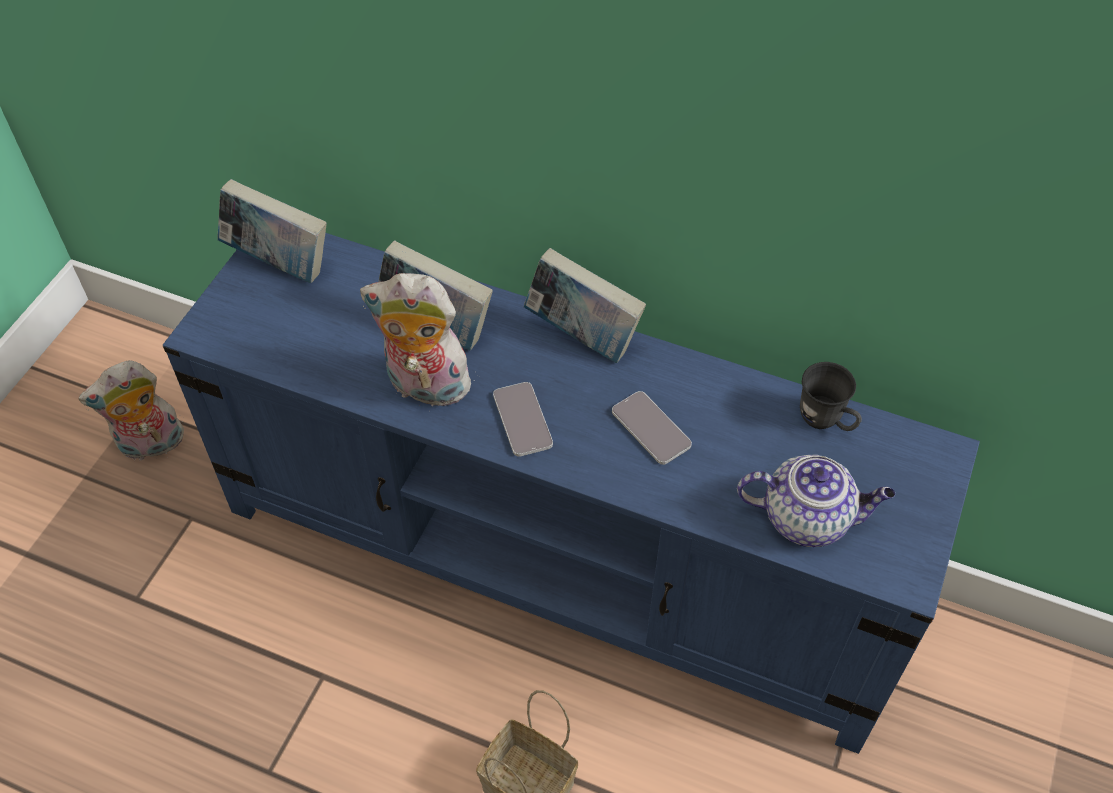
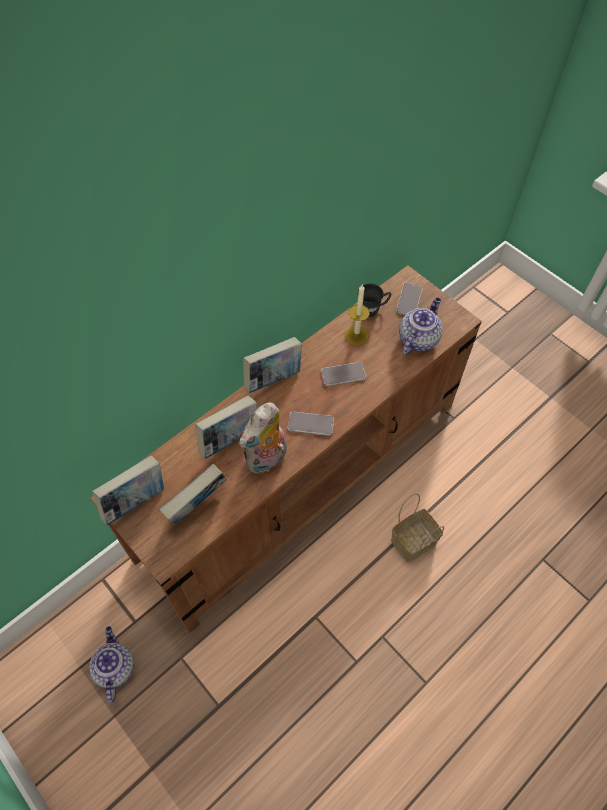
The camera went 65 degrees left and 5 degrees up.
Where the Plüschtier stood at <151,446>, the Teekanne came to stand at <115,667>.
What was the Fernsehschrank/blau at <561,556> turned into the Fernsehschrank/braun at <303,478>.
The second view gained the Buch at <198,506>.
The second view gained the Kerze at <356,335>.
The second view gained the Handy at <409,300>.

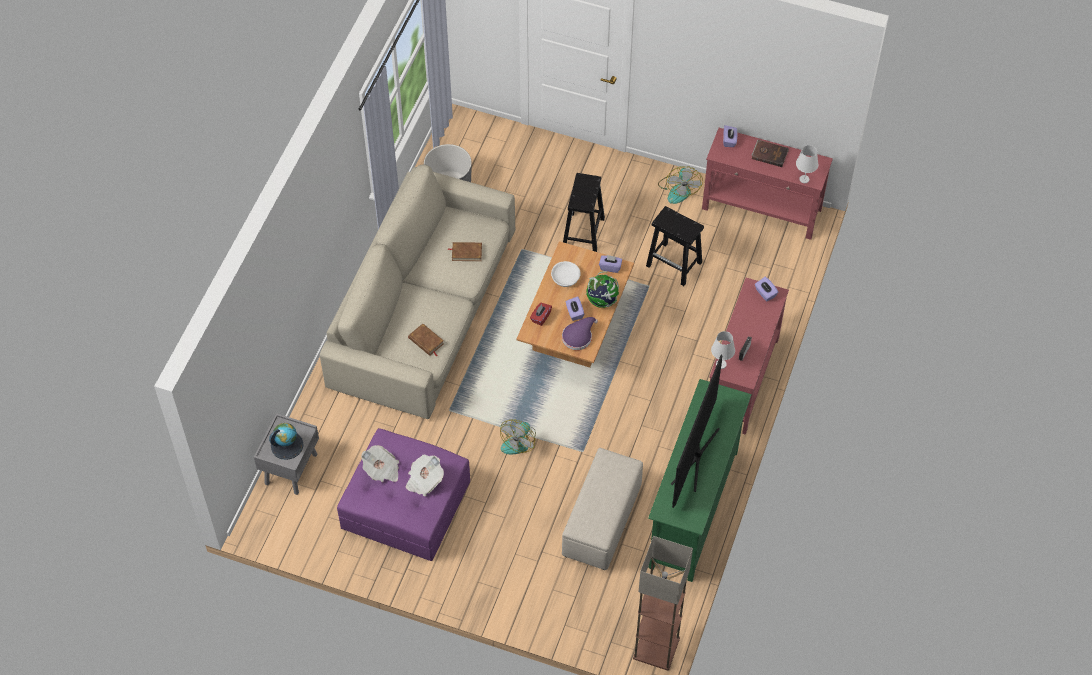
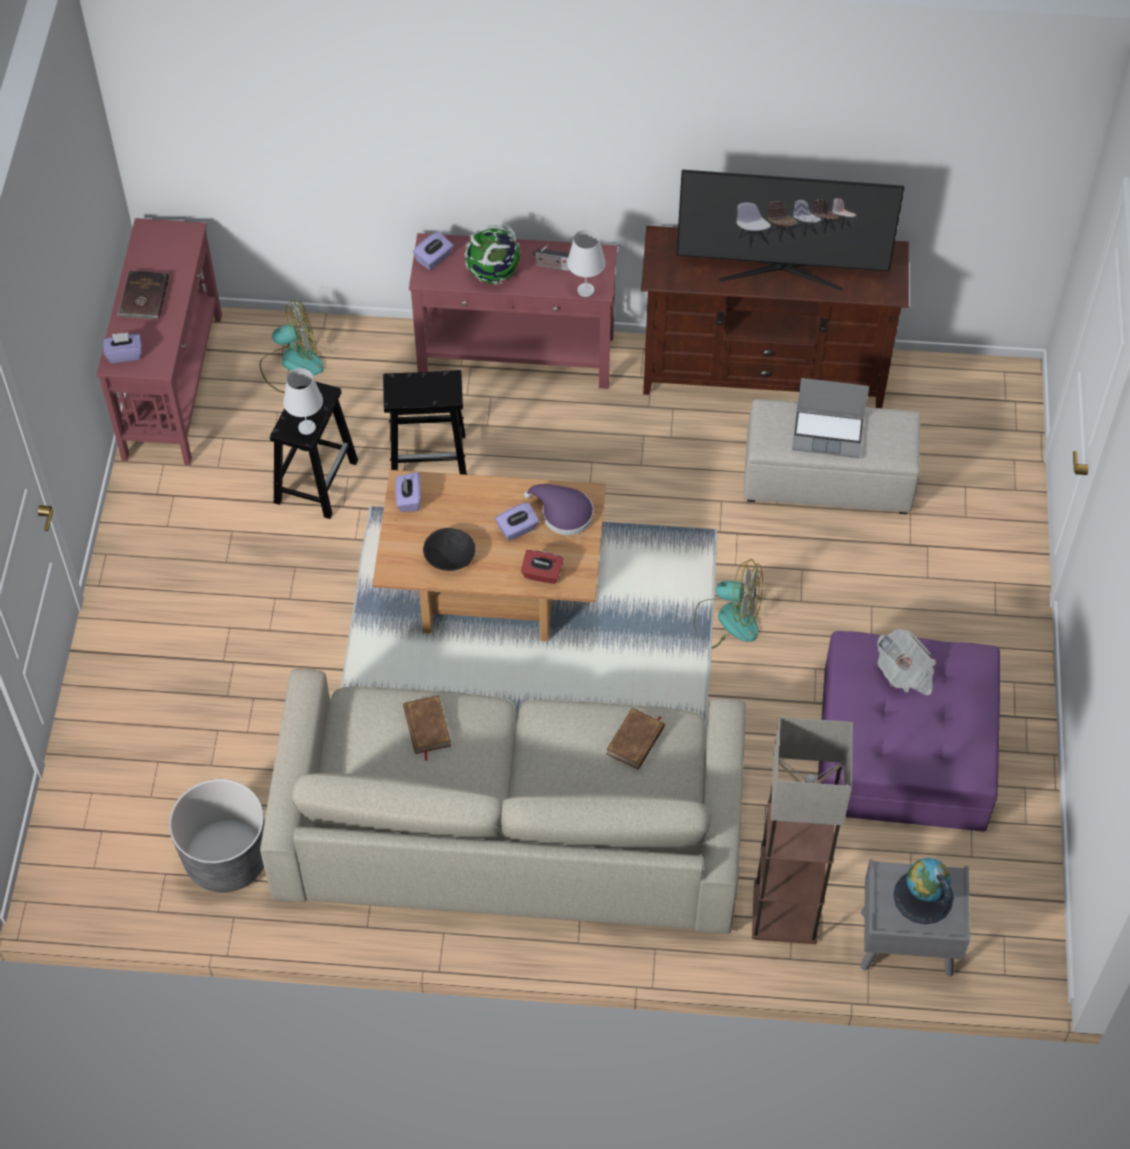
The camera went 105 degrees left and 0 degrees up.
The Ventilator ended up elsewhere, having gone from <678,189> to <291,364>.
The Tischlampe/weiß ended up elsewhere, having gone from <804,179> to <306,427>.
The Hocker/schwarz ended up elsewhere, having gone from <583,233> to <430,458>.
What was the Schüssel/weiß at <565,278> turned into the Schüssel/schwarz at <449,557>.
The Globus ended up elsewhere, having gone from <602,301> to <493,274>.
What was the Fernsehschrank/grün at <694,509> turned into the Fernsehschrank/braun at <764,374>.
The Stehlampe ended up elsewhere, having gone from <655,647> to <784,913>.
The second view gained the Laptop at <828,434>.
The second view lost the Zeitung at <382,470>.

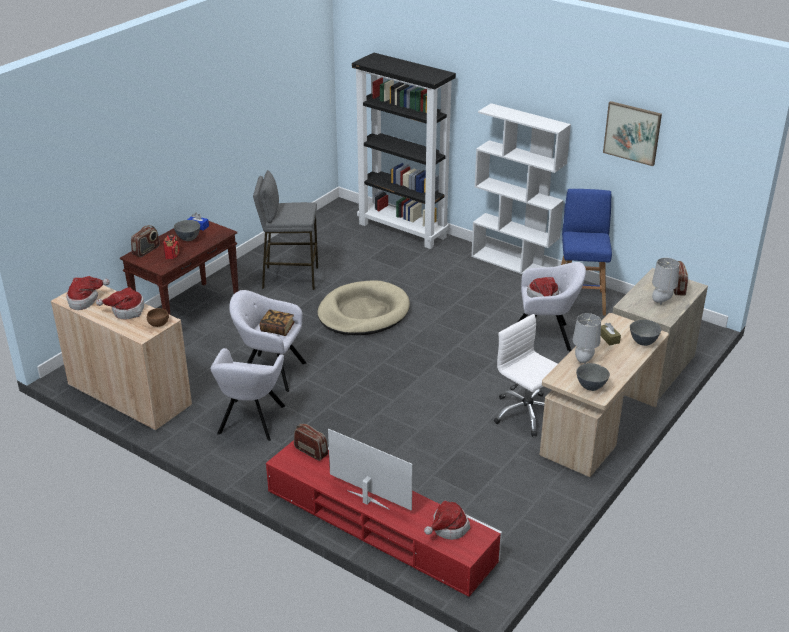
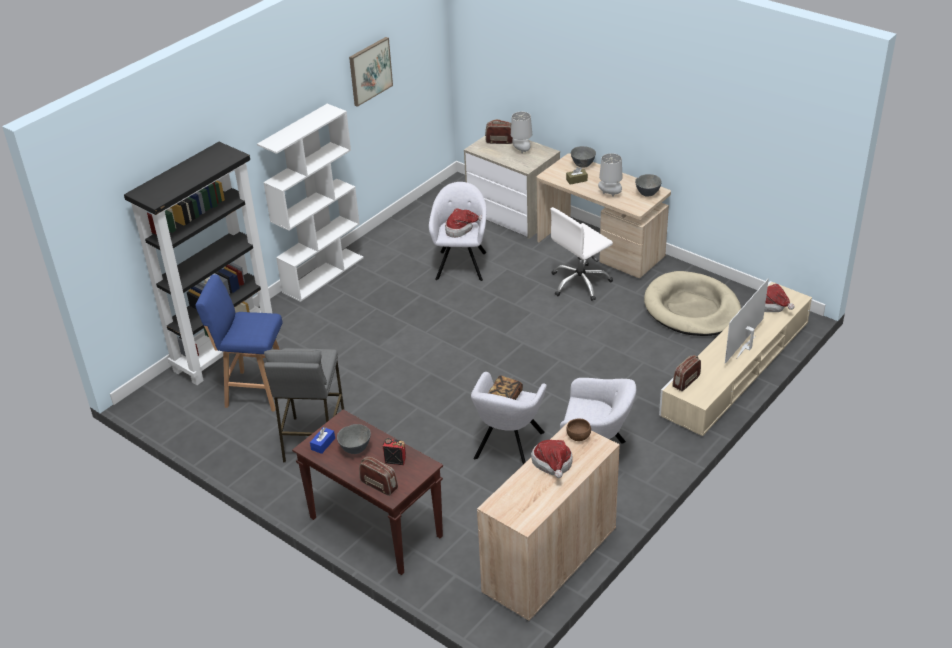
The camera went 85 degrees left and 5 degrees up.
The Hocker/blau ended up elsewhere, having gone from <579,300> to <254,390>.
The Hundebett/beige ended up elsewhere, having gone from <363,313> to <692,308>.
What was the Fernsehschrank/rot at <379,526> turned into the Fernsehschrank/beige at <736,369>.
The second view lost the Hut at <85,300>.

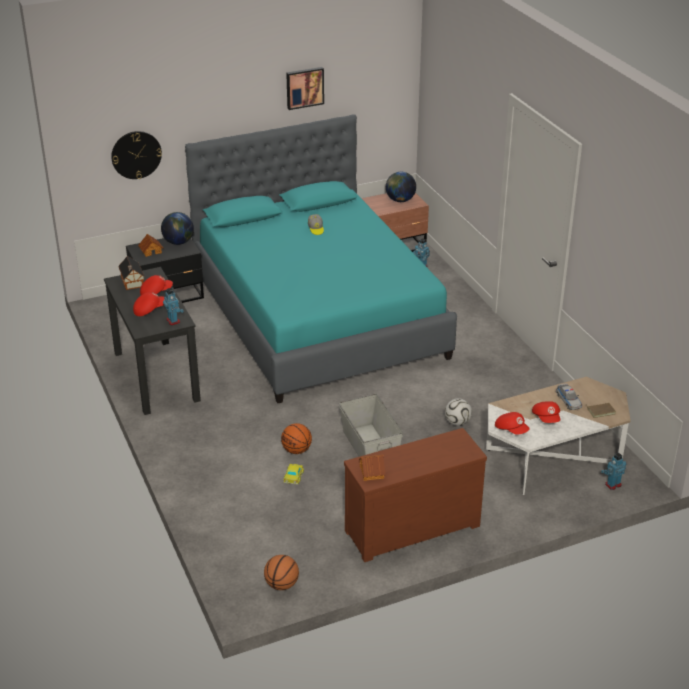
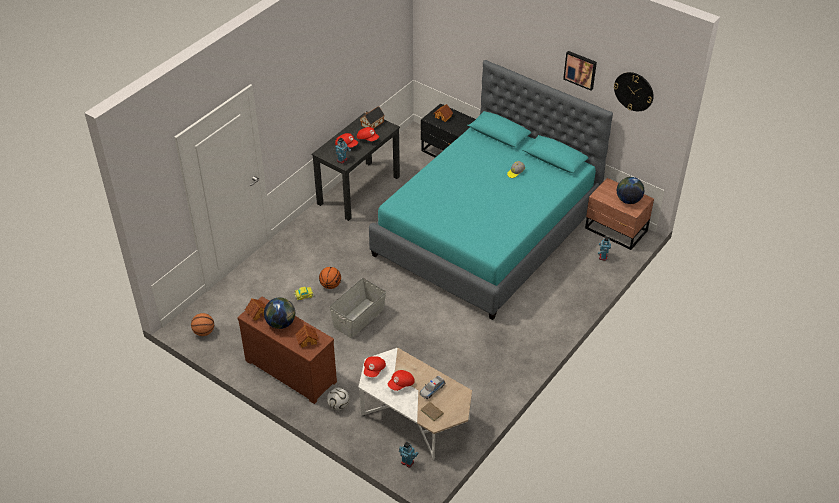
The camera went 60 degrees right and 10 degrees up.
The Globus ended up elsewhere, having gone from <178,242> to <281,323>.
The second view gained the Spielzeughaus at <307,340>.
The Fußball ended up elsewhere, having gone from <457,422> to <338,405>.
The Wanduhr ended up elsewhere, having gone from <136,154> to <634,91>.

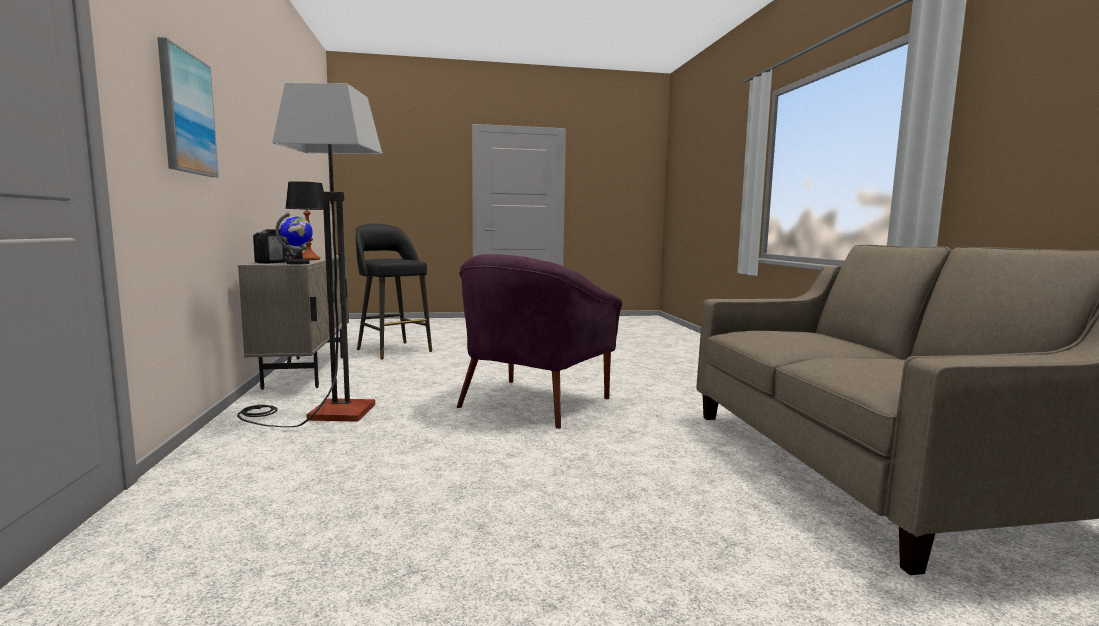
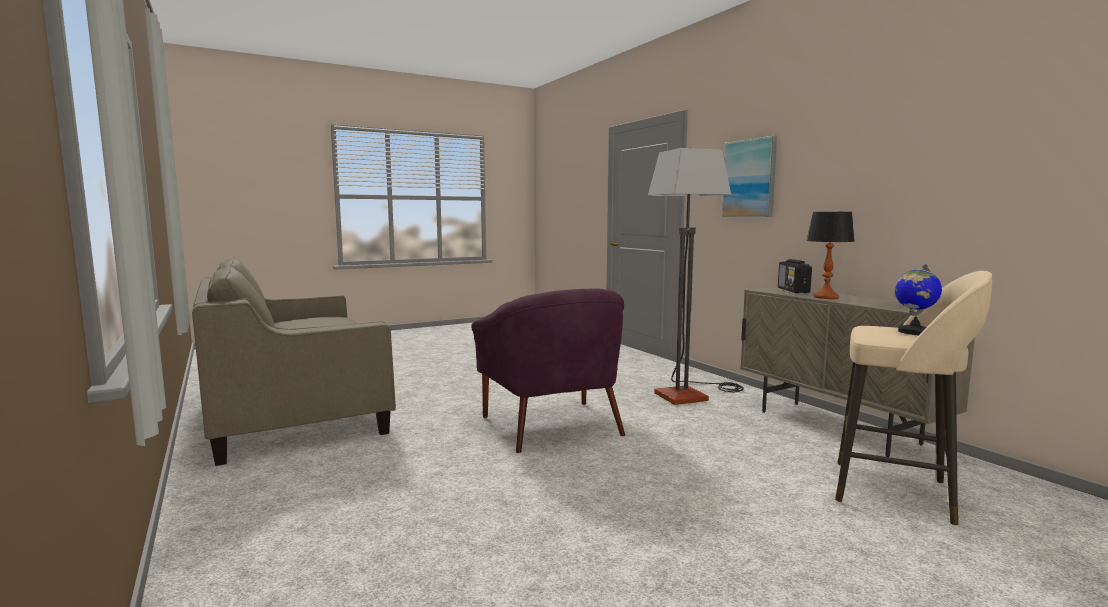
The camera went 160 degrees right and 0 degrees up.
The Sessel/lila at <532,402> ended up facing another way, 150 degrees clockwise from before.
What was the Hocker/schwarz at <393,350> turned into the Hocker/beige at <896,492>.
The Globus ended up elsewhere, having gone from <298,263> to <913,332>.

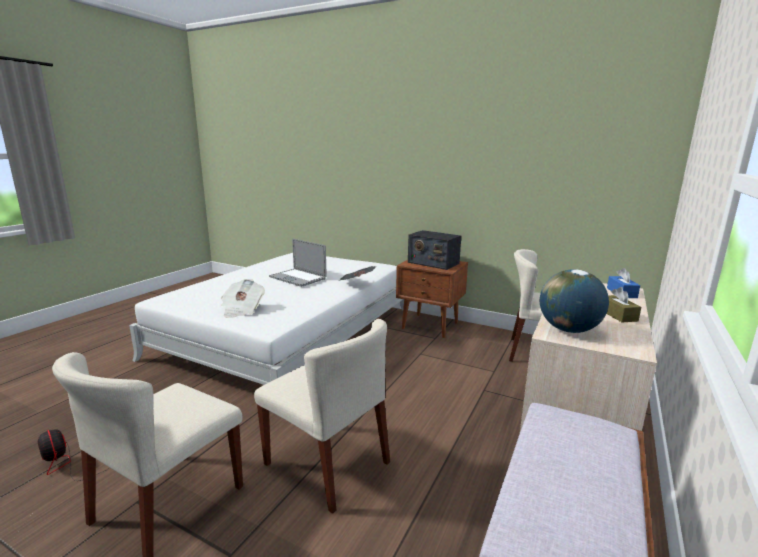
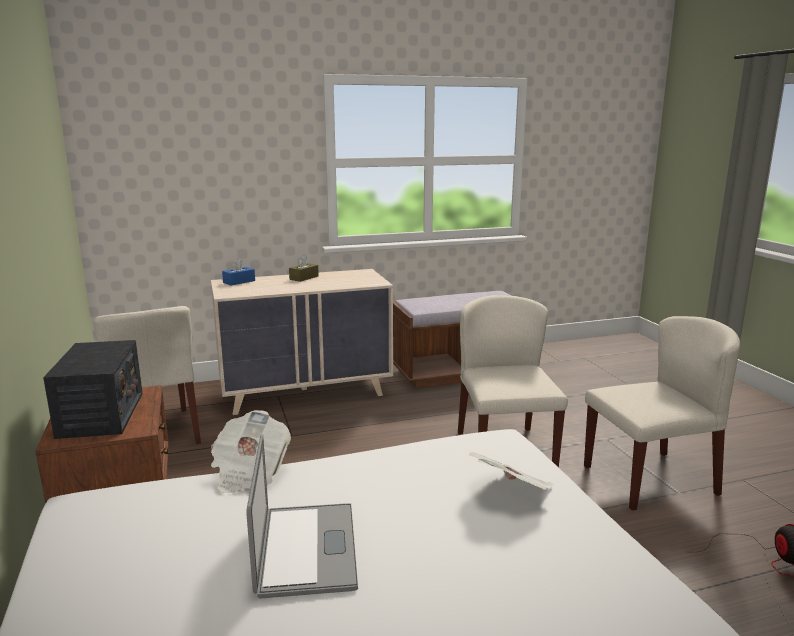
The camera went 135 degrees left and 0 degrees up.
The second view lost the Globus at <569,330>.

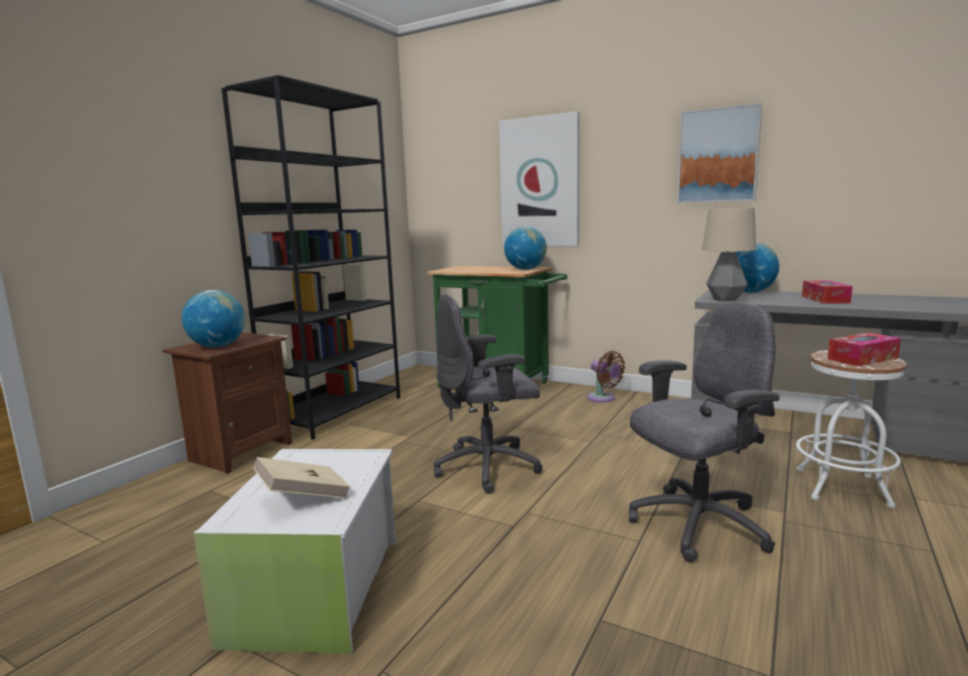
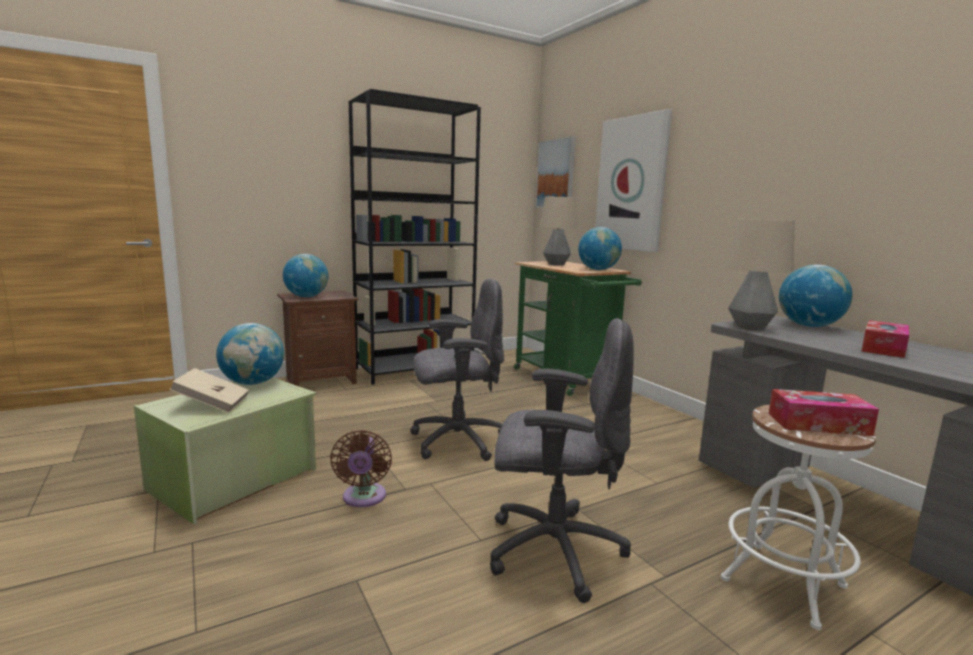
The camera went 30 degrees right and 0 degrees up.
What was the Aufbewahrungsbox/weiß at <320,588> turned into the Aufbewahrungsbox/grün at <236,479>.
The second view gained the Globus at <253,383>.
The Ventilator/braun ended up elsewhere, having gone from <603,398> to <363,498>.
The Bürostuhl/grau at <489,467> ended up facing another way, 150 degrees clockwise from before.
The Bild ended up elsewhere, having gone from <718,156> to <556,174>.
The second view gained the Tischlampe at <556,264>.

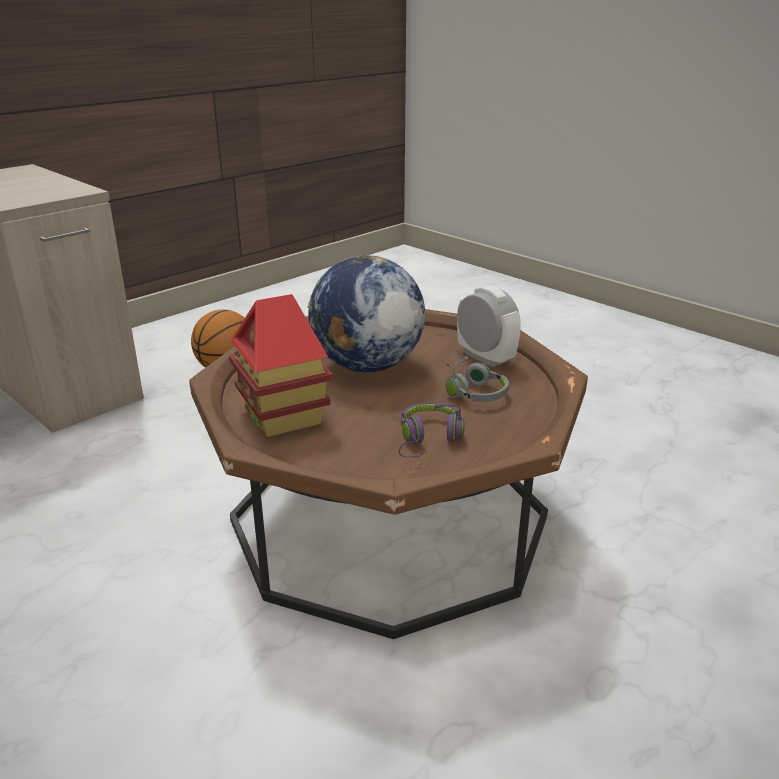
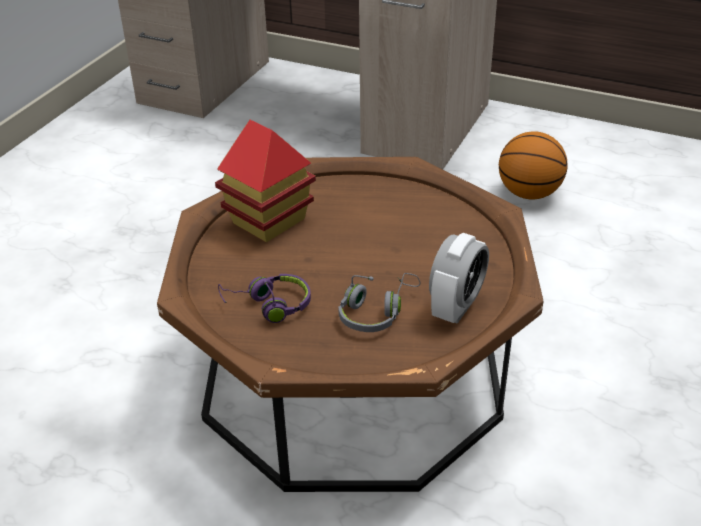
The camera went 70 degrees right and 10 degrees up.
The second view lost the Globus at <366,366>.

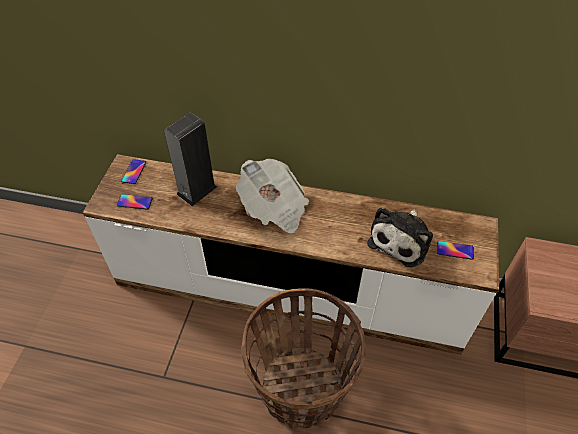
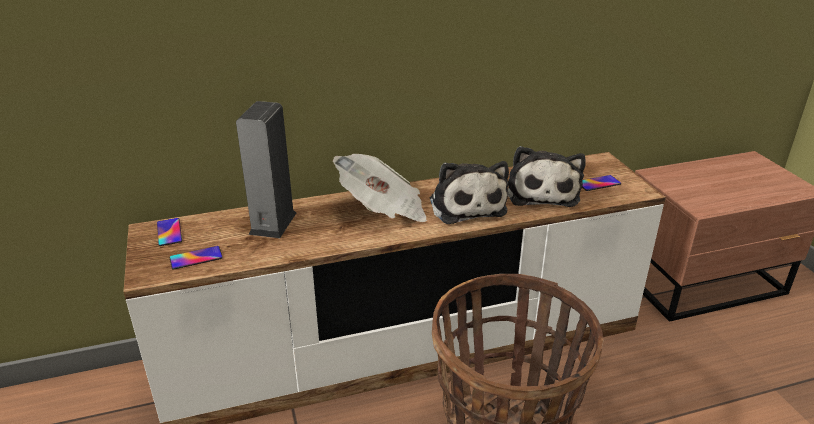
The camera went 30 degrees left and 20 degrees down.
The second view gained the Plüschtier at <466,205>.

